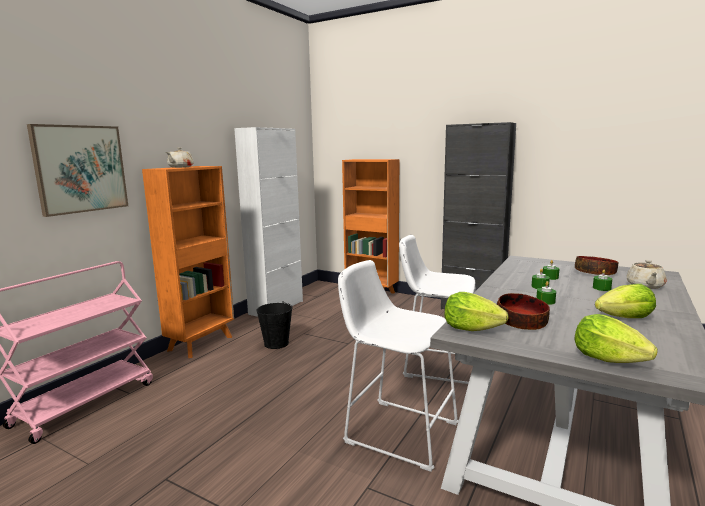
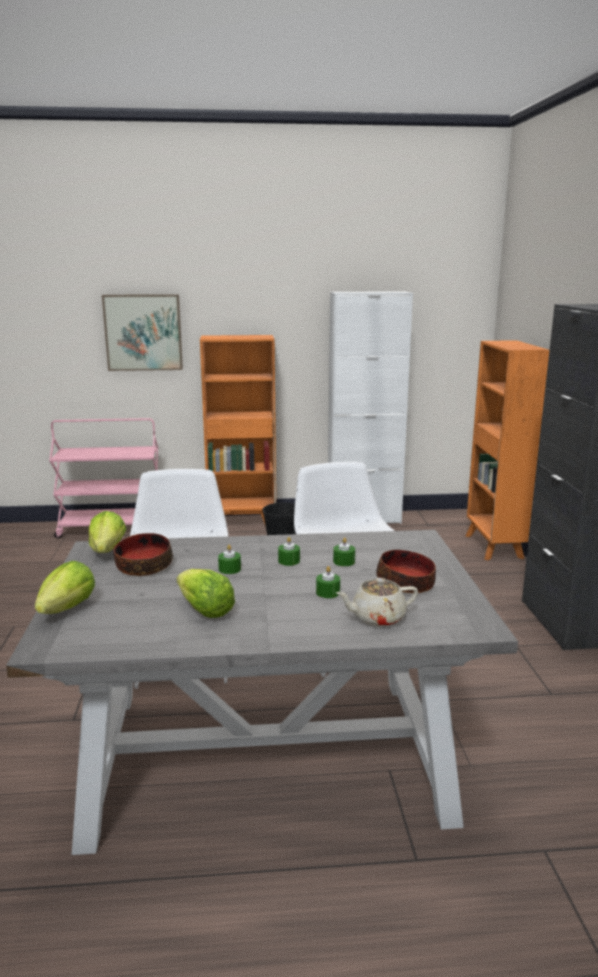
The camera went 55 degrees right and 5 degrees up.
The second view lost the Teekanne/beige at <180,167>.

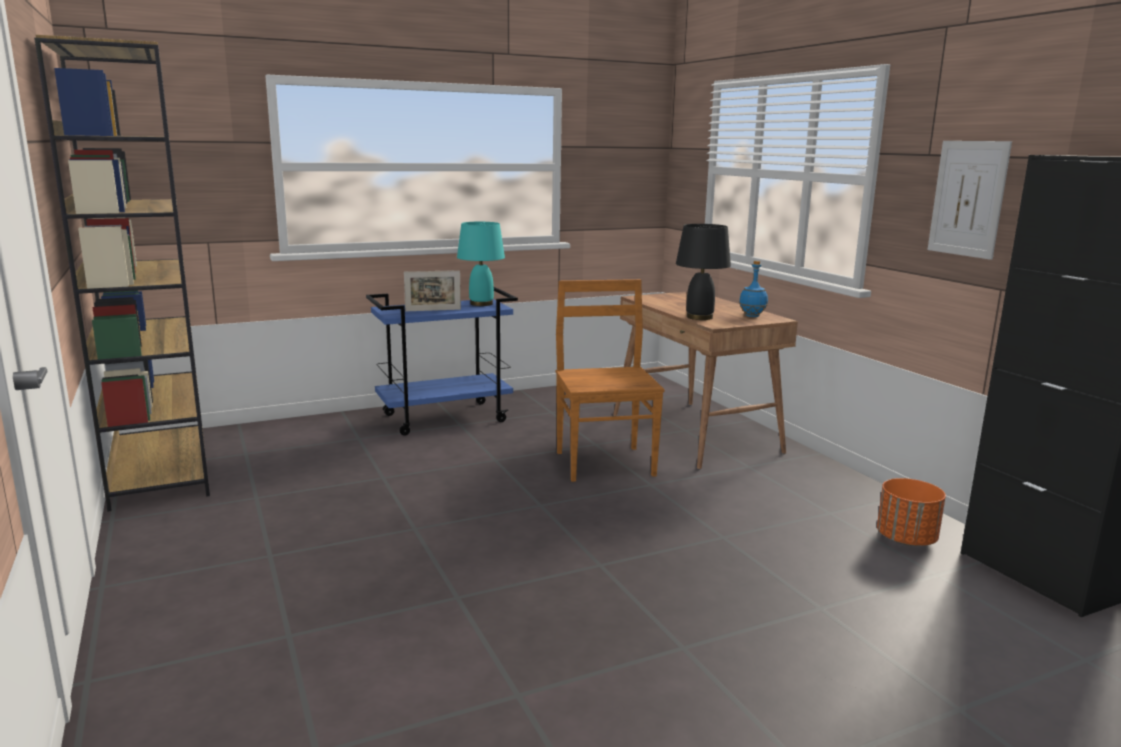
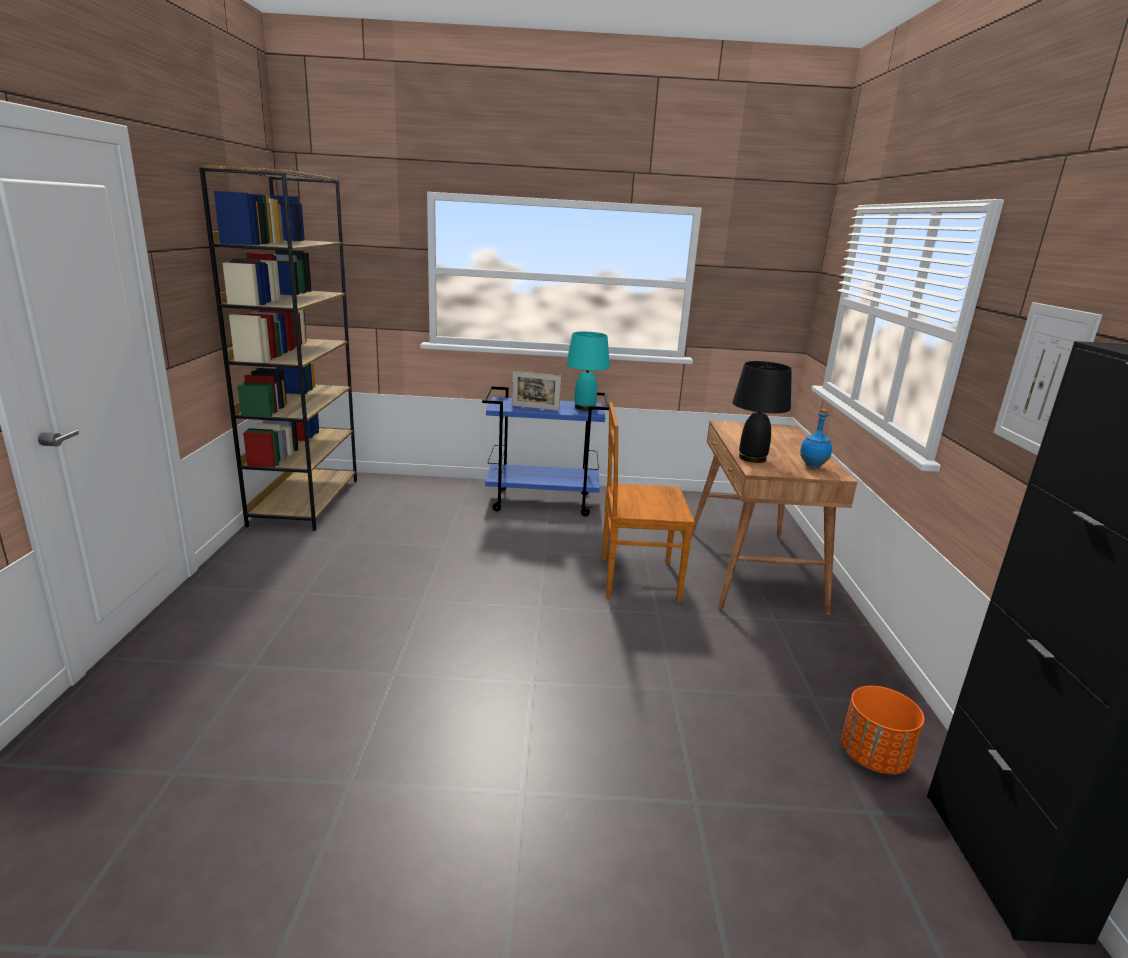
The camera went 25 degrees right and 5 degrees up.
The Stuhl/braun at <604,462> ended up facing another way, 105 degrees counterclockwise from before.

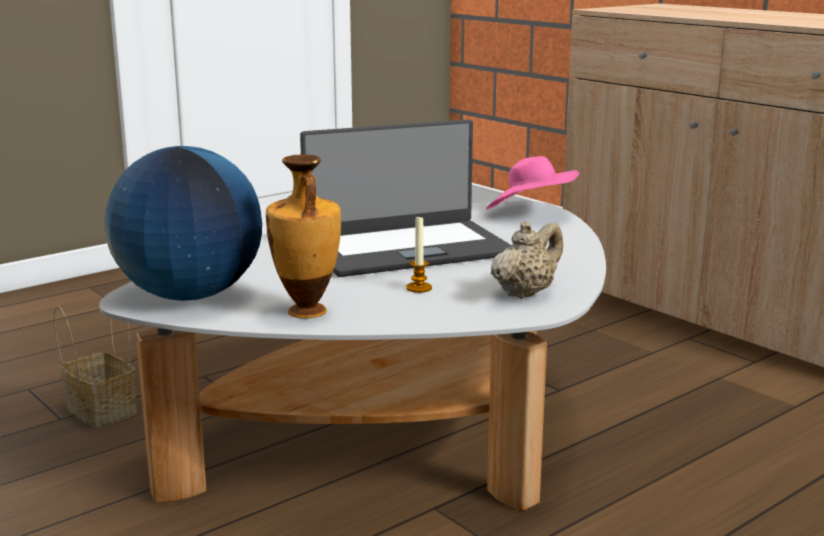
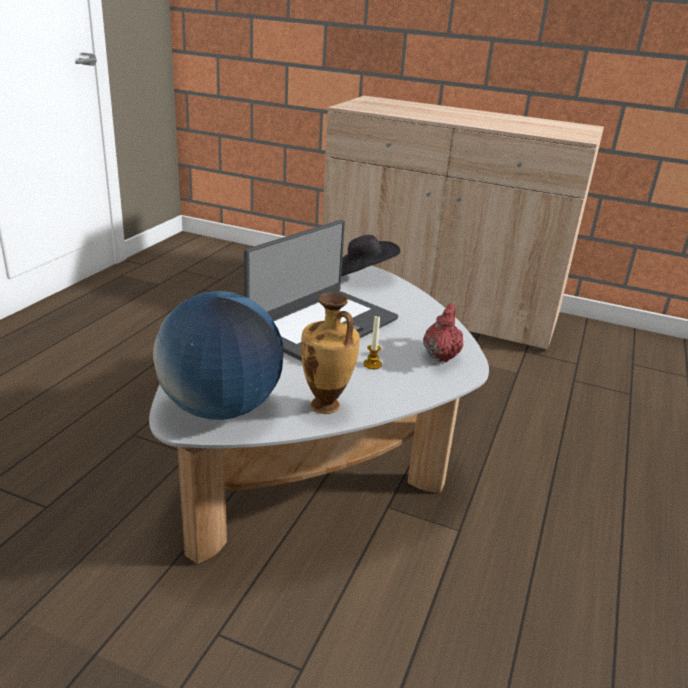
The camera went 30 degrees left and 10 degrees up.
What was the Hut/rosa at <531,213> turned into the Hut/schwarz at <362,275>.
What was the Teekanne/beige at <525,293> turned into the Teekanne/rot at <441,355>.
The second view lost the Korb at <99,410>.

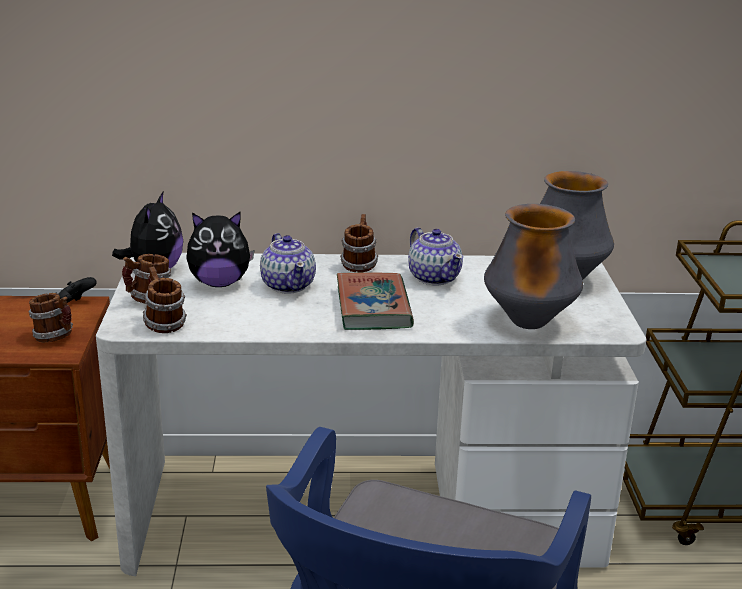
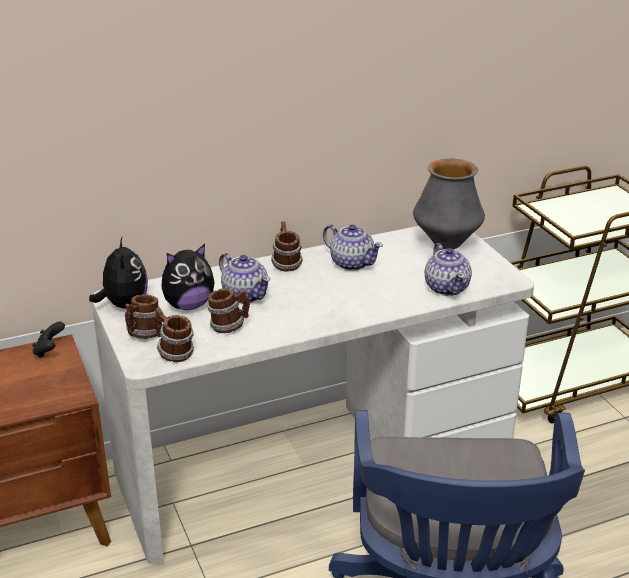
The camera went 20 degrees left and 5 degrees up.
The Henkelbecher ended up elsewhere, having gone from <55,337> to <229,327>.
Where the Vase stood at <529,322>, the Teekanne came to stand at <447,287>.
The second view lost the Buch at <373,307>.

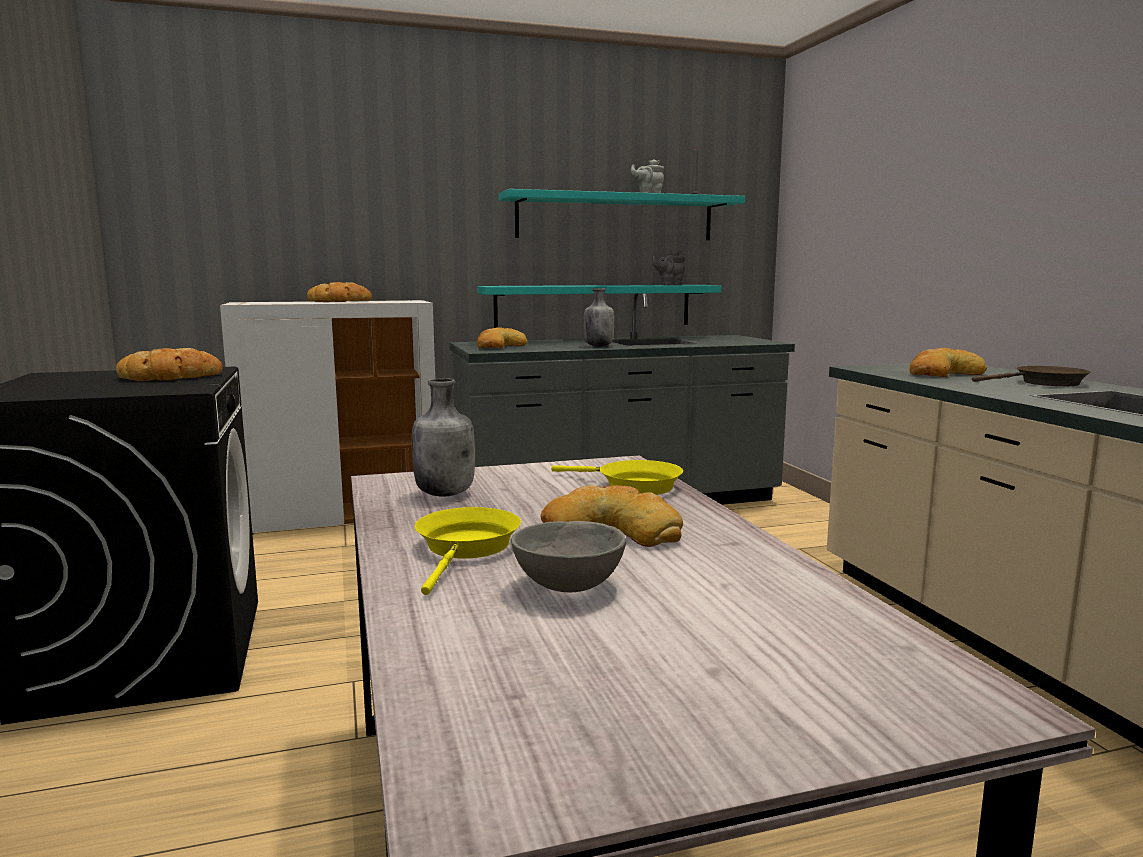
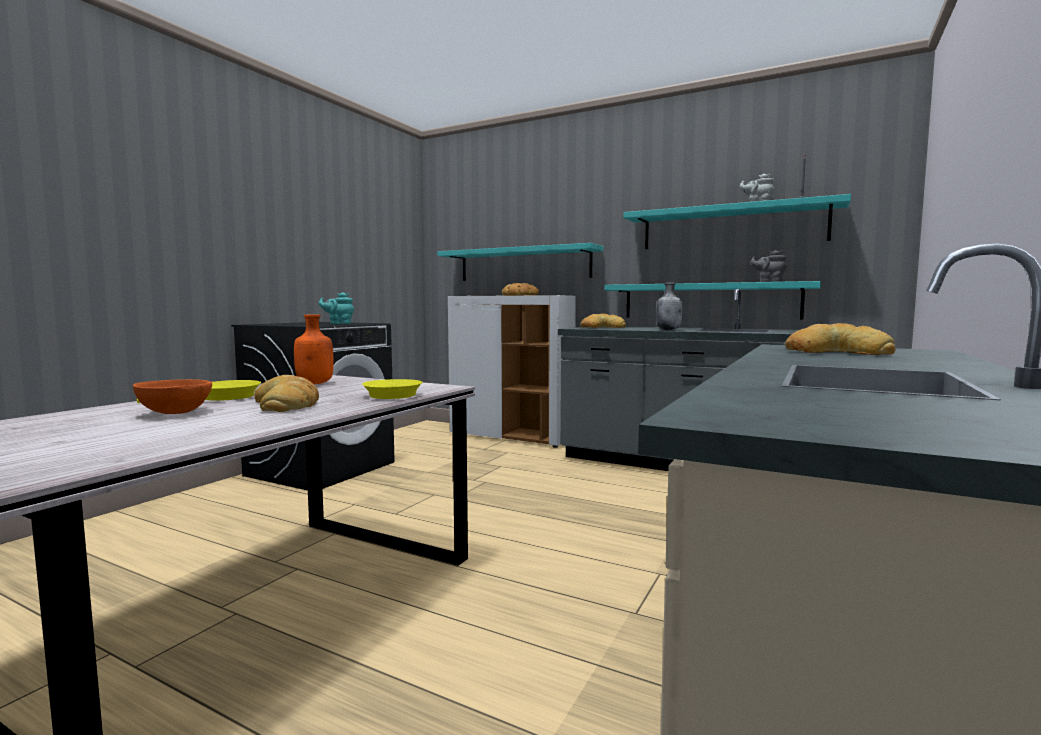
The camera went 45 degrees right and 5 degrees down.
What was the Schüssel/grau at <567,586> turned into the Schüssel/orange at <175,412>.
What was the Flasche/grau at <446,493> turned into the Flasche/orange at <315,383>.
Where the Brot stood at <170,377>, the Teekanne/türkis came to stand at <338,323>.
The second view gained the Wandregal/türkis at <524,264>.
The second view lost the Pfanne/braun at <1045,383>.

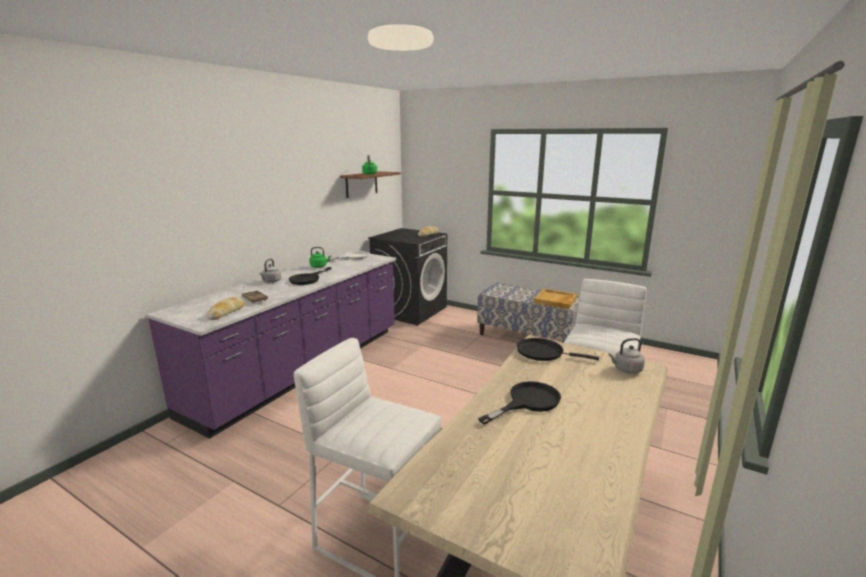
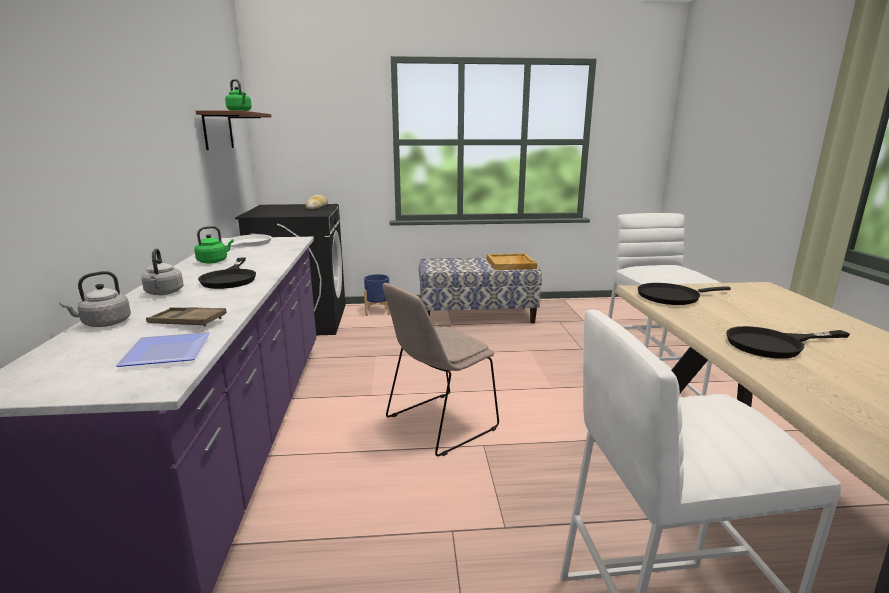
The camera went 35 degrees left and 0 degrees up.
The Wasserkessel/grau ended up elsewhere, having gone from <626,370> to <104,324>.
Where the Brot stood at <226,312>, the Teller came to stand at <169,353>.
The second view gained the Pflanzkübel/blau at <378,311>.
The second view gained the Stuhl/beige at <438,424>.
The Pfanne/schwarz at <527,402> ended up facing another way, 120 degrees counterclockwise from before.

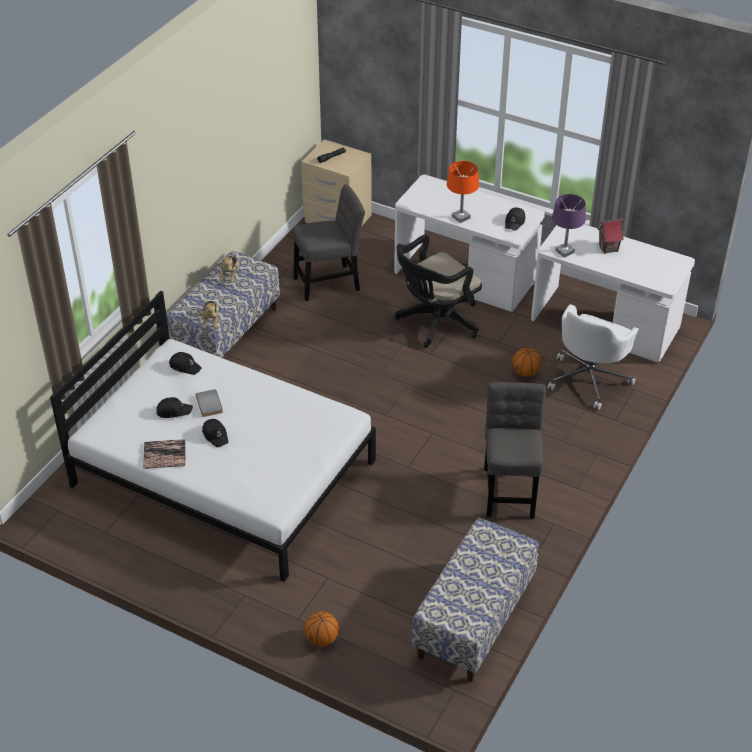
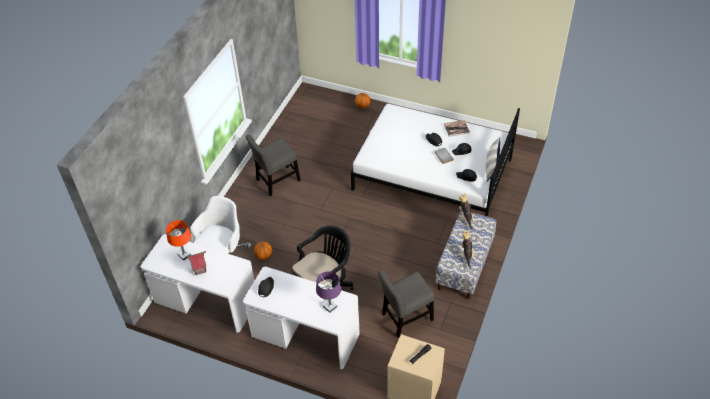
The camera went 175 degrees right and 5 degrees up.
The Tischlampe/orange ended up elsewhere, having gone from <461,217> to <184,255>.
The Stuhl/grau at <509,489> ended up facing another way, 60 degrees clockwise from before.
The Tischlampe/lila ended up elsewhere, having gone from <565,251> to <330,307>.
The second view gained the Kissen at <491,166>.
The second view lost the Bank at <474,621>.

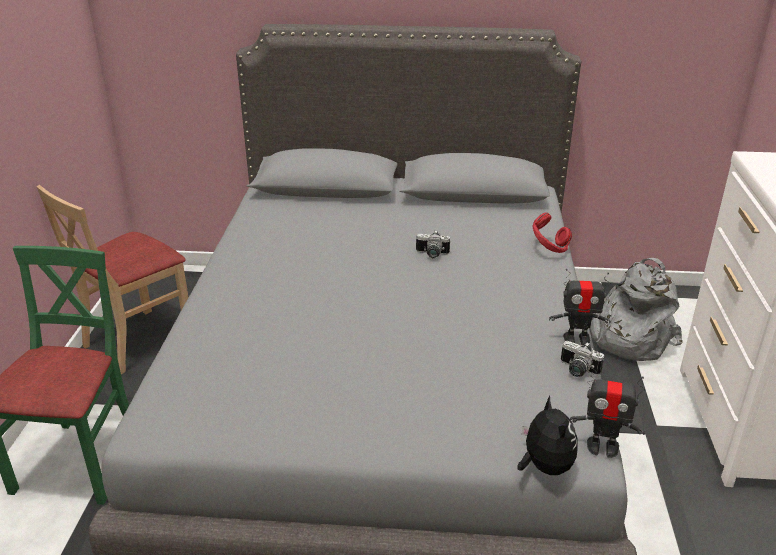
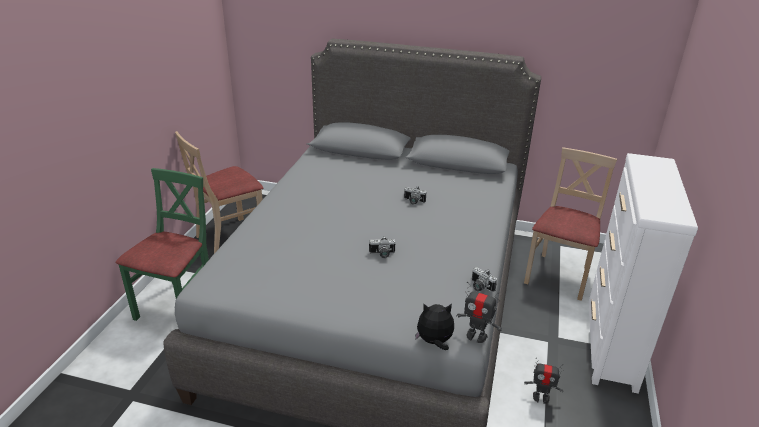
The camera went 10 degrees right and 0 degrees up.
The second view gained the Kamera at <382,254>.
The Plüschtier at <544,467> ended up facing another way, 90 degrees counterclockwise from before.
Where the Rucksack/grau stood at <628,337>, the Stuhl/beige came to stand at <559,276>.
The Spielzeugroboter ended up elsewhere, having gone from <577,339> to <541,397>.
The second view lost the Kopfhörer/rot at <549,249>.

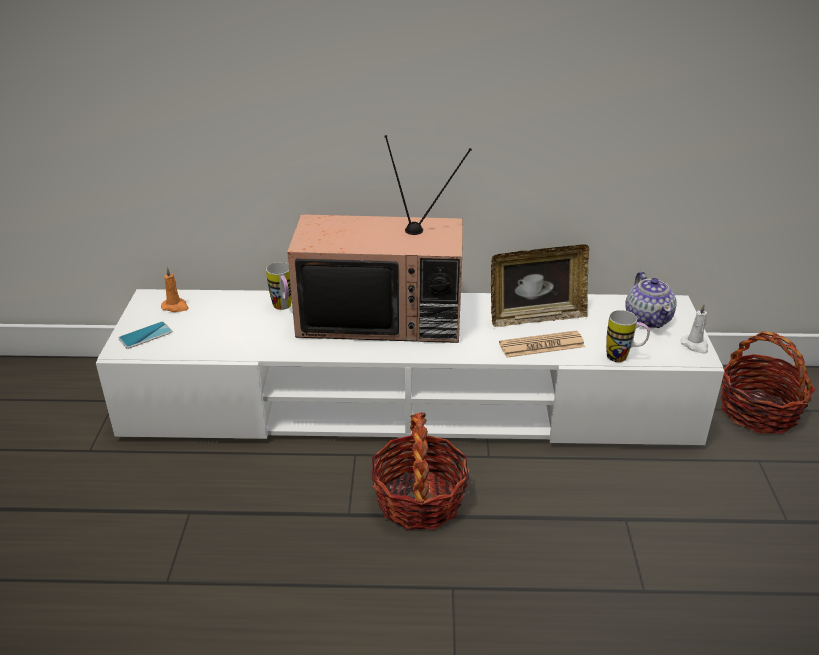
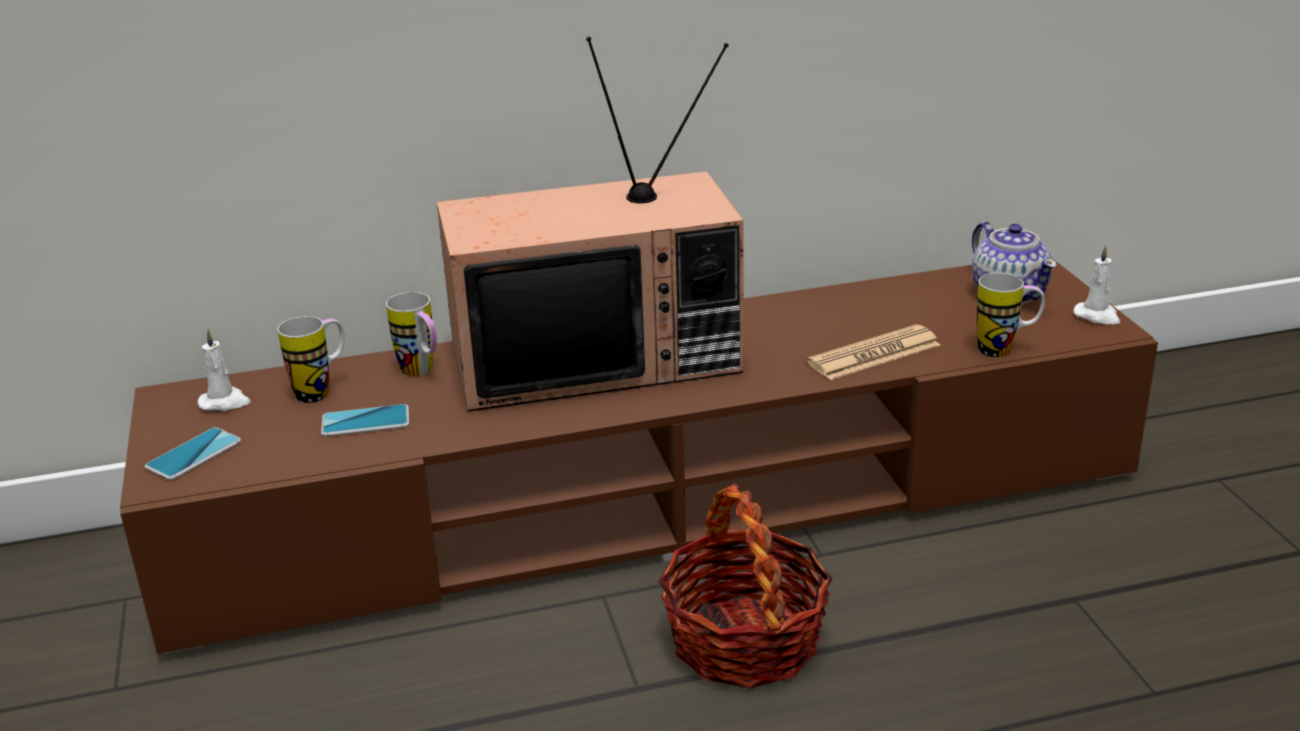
The camera went 15 degrees left and 5 degrees down.
What was the Fernsehschrank/weiß at <411,403> turned into the Fernsehschrank/braun at <657,502>.
What was the Kerze/orange at <175,307> turned into the Kerze/weiß at <225,402>.
The second view gained the Henkelbecher at <322,391>.
The second view gained the Handy at <365,422>.
The second view lost the Bilderrahmen at <536,317>.
The second view lost the Korb at <758,411>.

